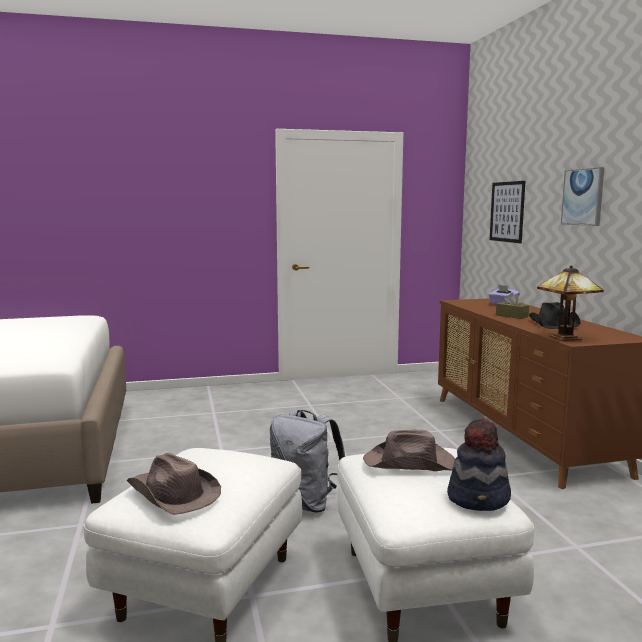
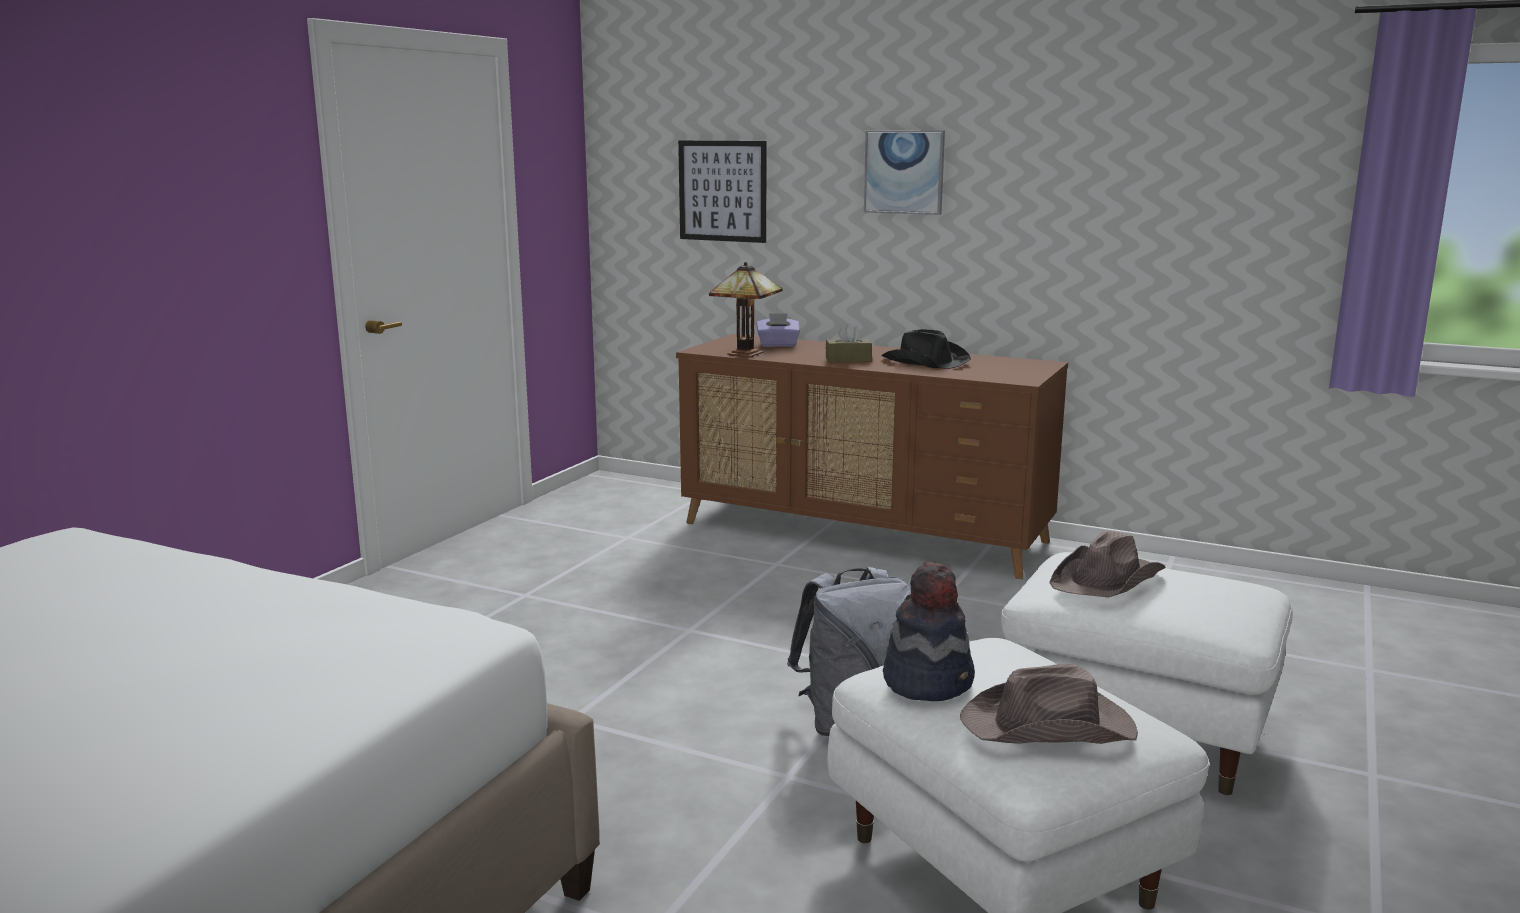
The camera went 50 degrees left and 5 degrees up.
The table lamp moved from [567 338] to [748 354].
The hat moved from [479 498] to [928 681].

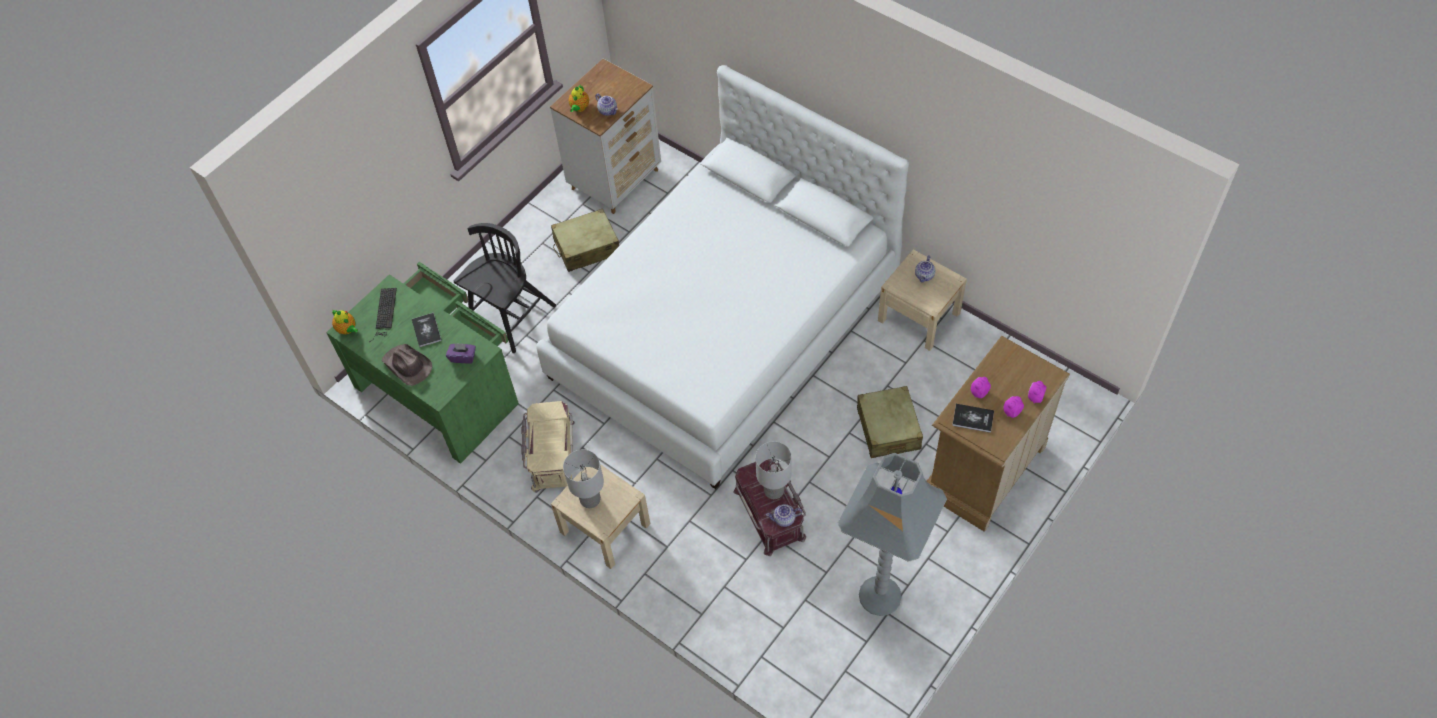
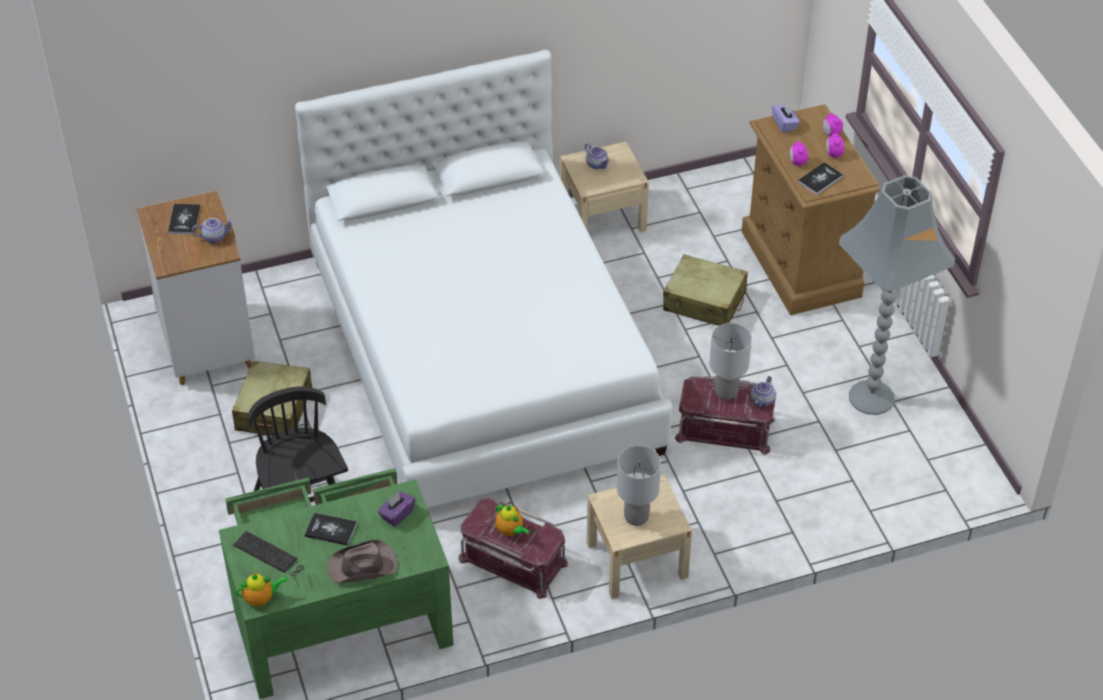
The camera went 60 degrees left and 10 degrees down.
The book at [184 220] appeared.
The beige storage box at [552 455] became the red storage box at [512 562].
The teapot moved from [579 108] to [510 531].
The purple tissue box at [784 124] appeared.

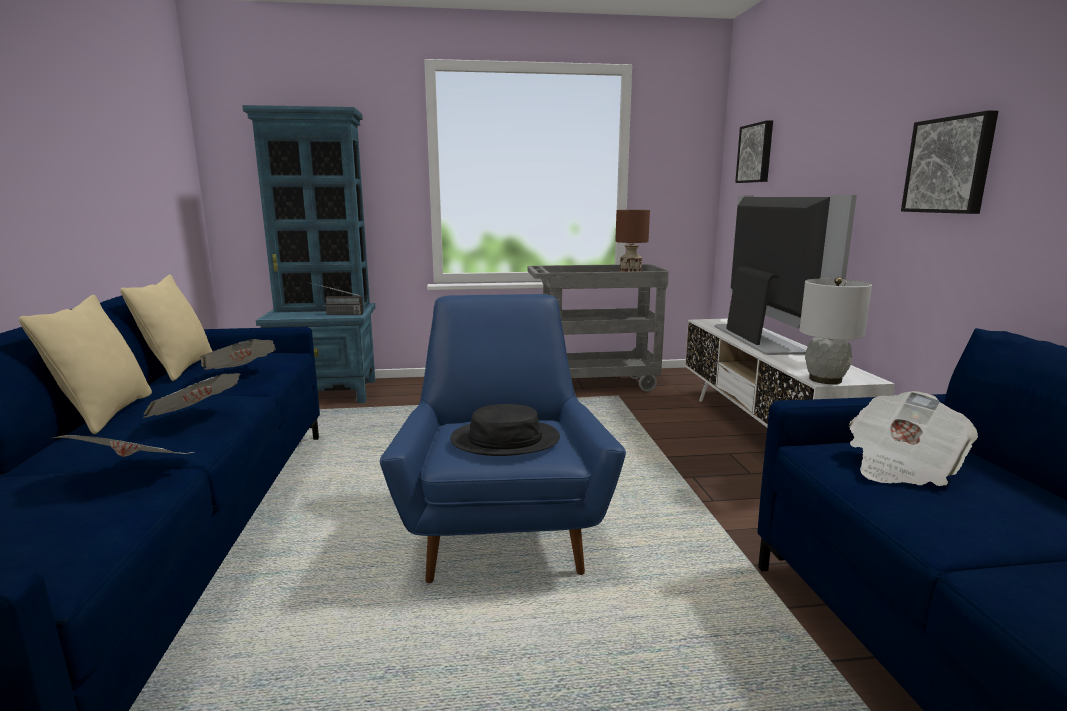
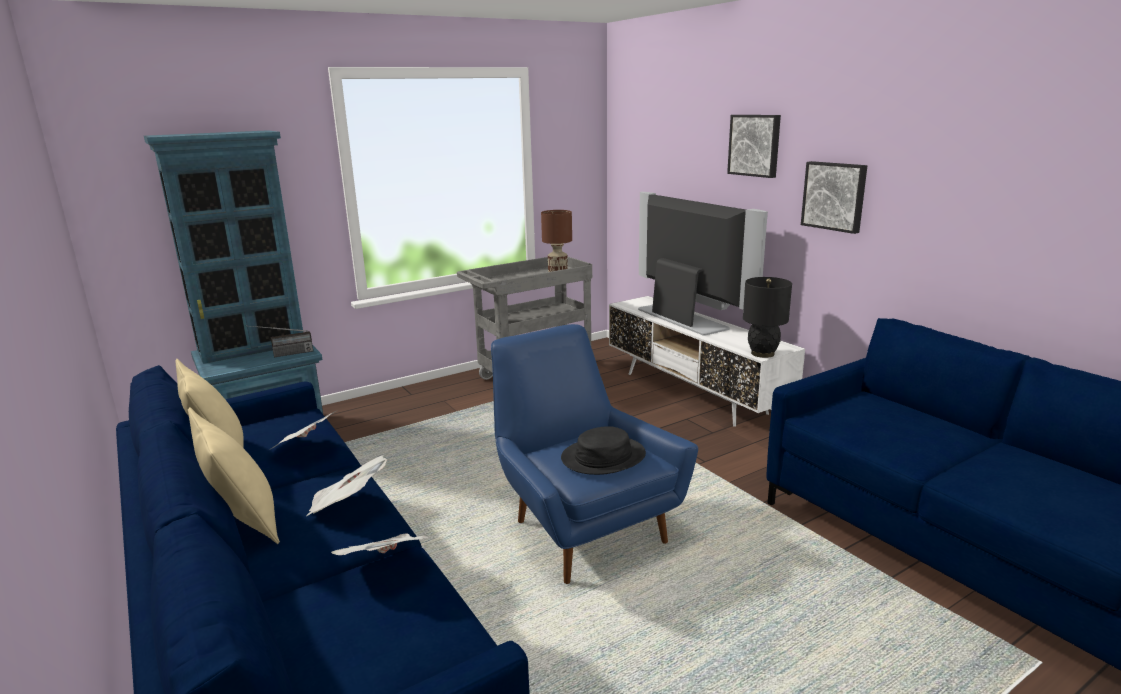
The camera went 25 degrees left and 5 degrees up.
The picture moved from [756 153] to [755 145].
The white table lamp at [825 379] became the black table lamp at [762 353].
The newspaper at [901 466] disappeared.

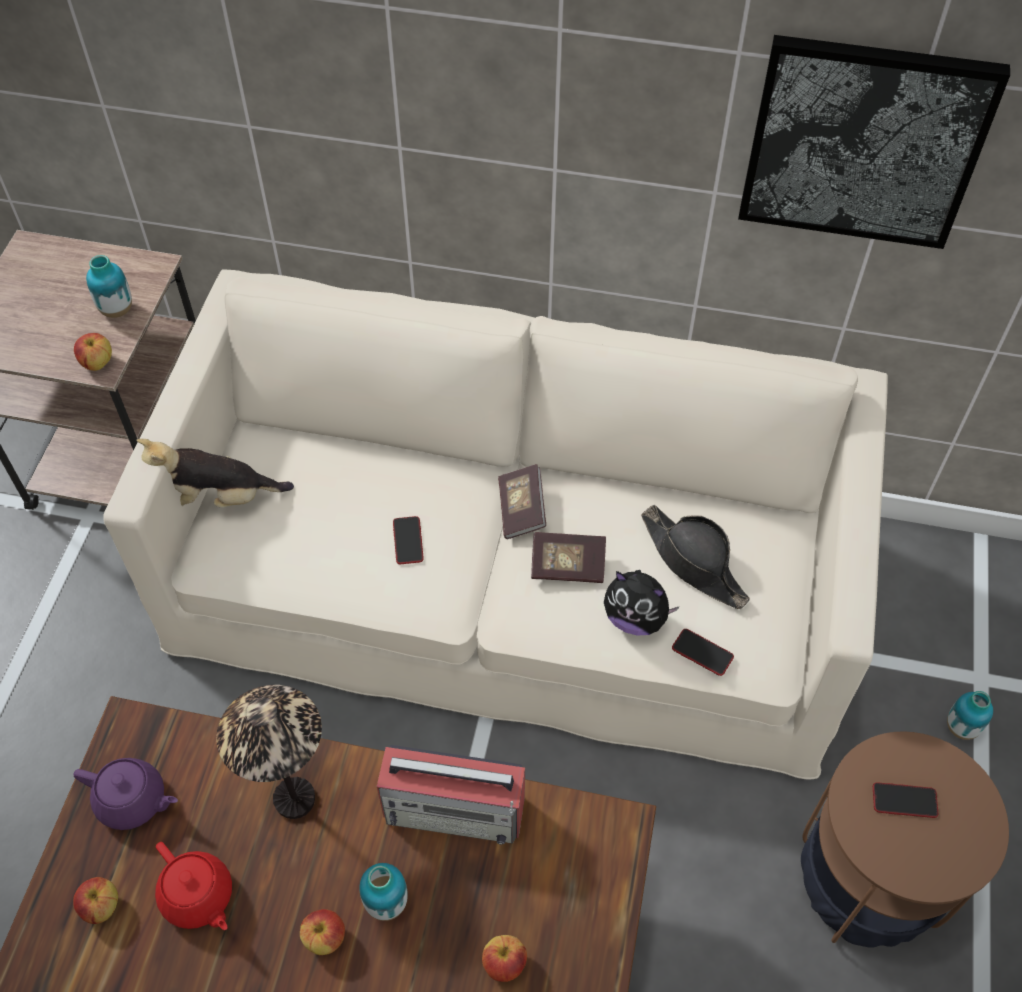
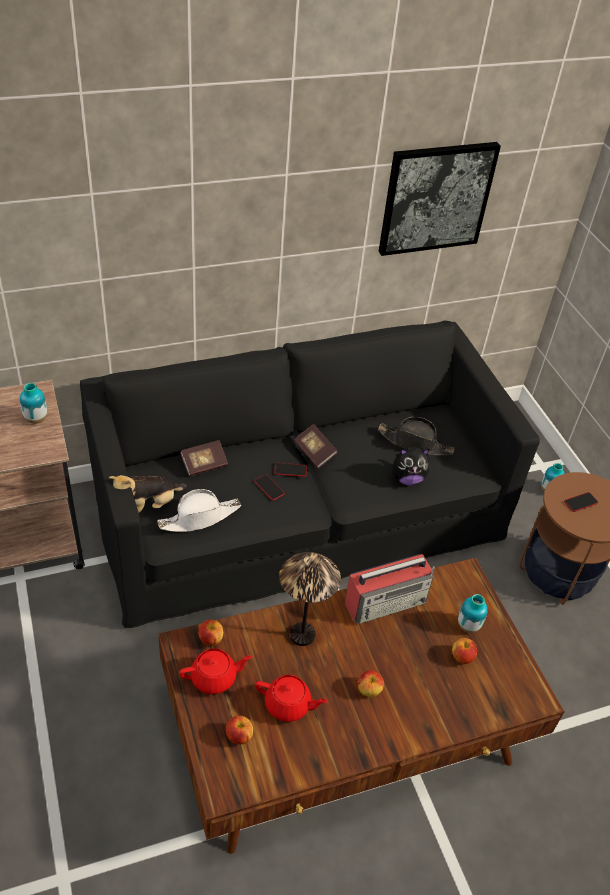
The camera went 35 degrees left and 10 degrees down.
The beige sofa at [510 585] became the black sofa at [297 514].
The white hat at [200 517] appeared.
The purple teapot at [133 801] became the red teapot at [214 678].
The book moved from [567 566] to [204 465].
The apple moved from [97 363] to [210 639].
The phone moved from [702 652] to [290 470].
The vase moved from [386 903] to [468 626].

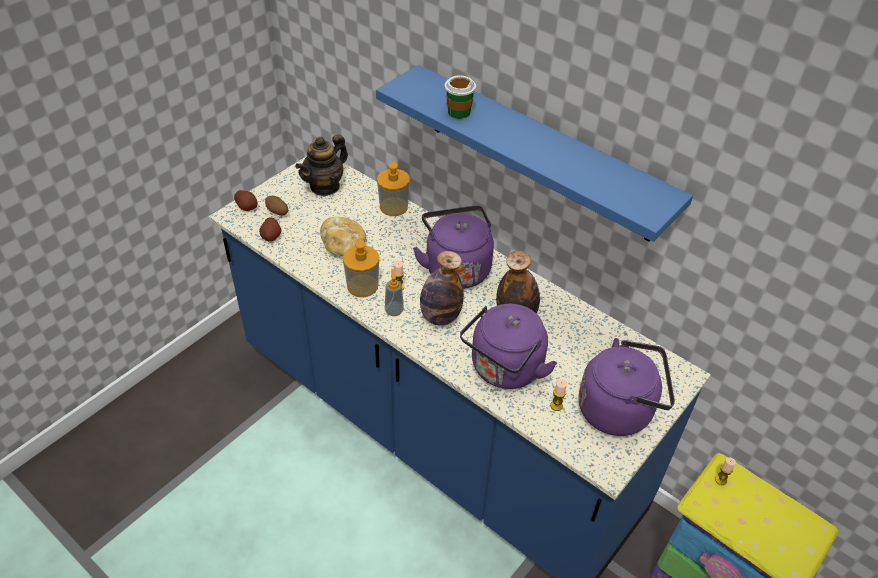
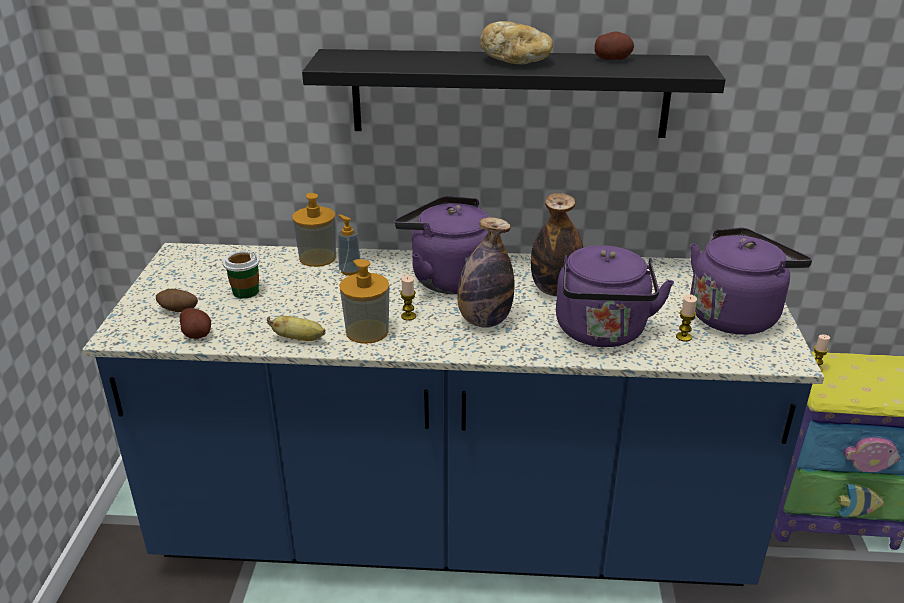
The camera went 35 degrees left and 15 degrees down.
The cup moved from [458 112] to [245 292].
The banana at [299 339] appeared.
The blue shelf at [539 153] became the black shelf at [509 93].
The soap dispenser moved from [394 310] to [350 271].
The bread moved from [343 246] to [516 61].
The potato moved from [247 207] to [612 59].
The teapot at [325 186] disappeared.

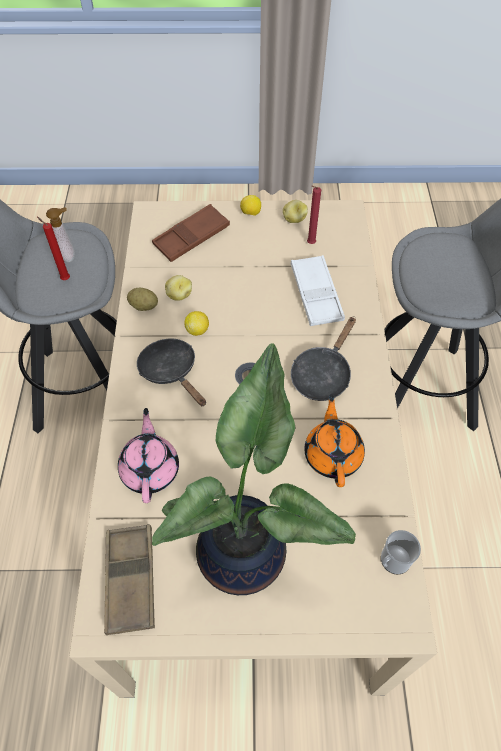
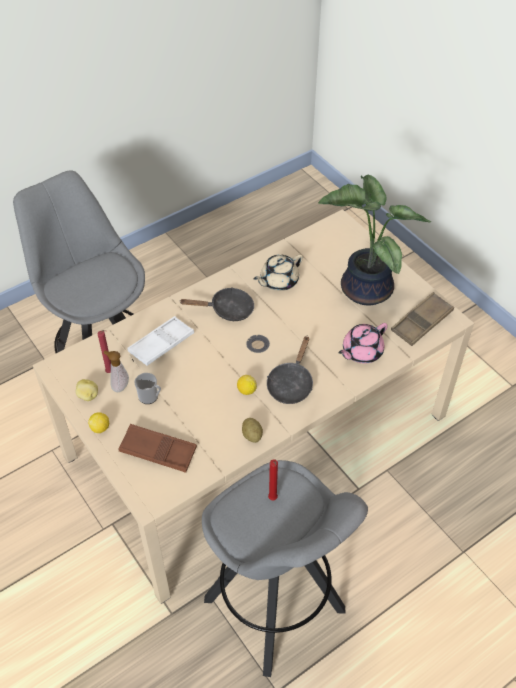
The camera went 125 degrees left and 5 degrees down.
The soap dispenser moved from [69 256] to [119 386].
The mug moved from [392 561] to [150 397].
The orange teapot at [333 454] became the beige teapot at [278 281].
The potato at [179 295] disappeared.

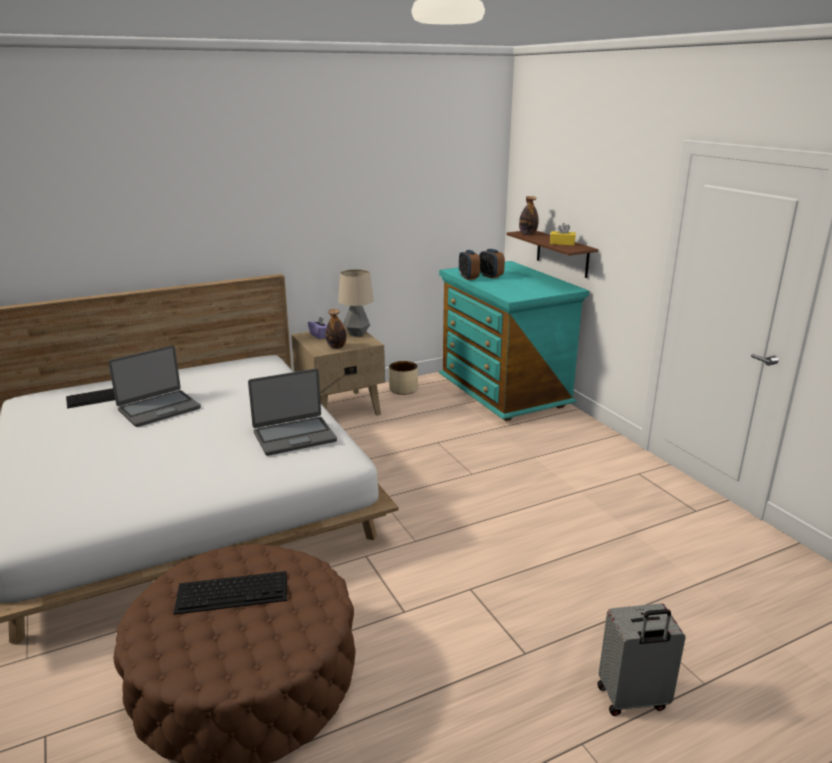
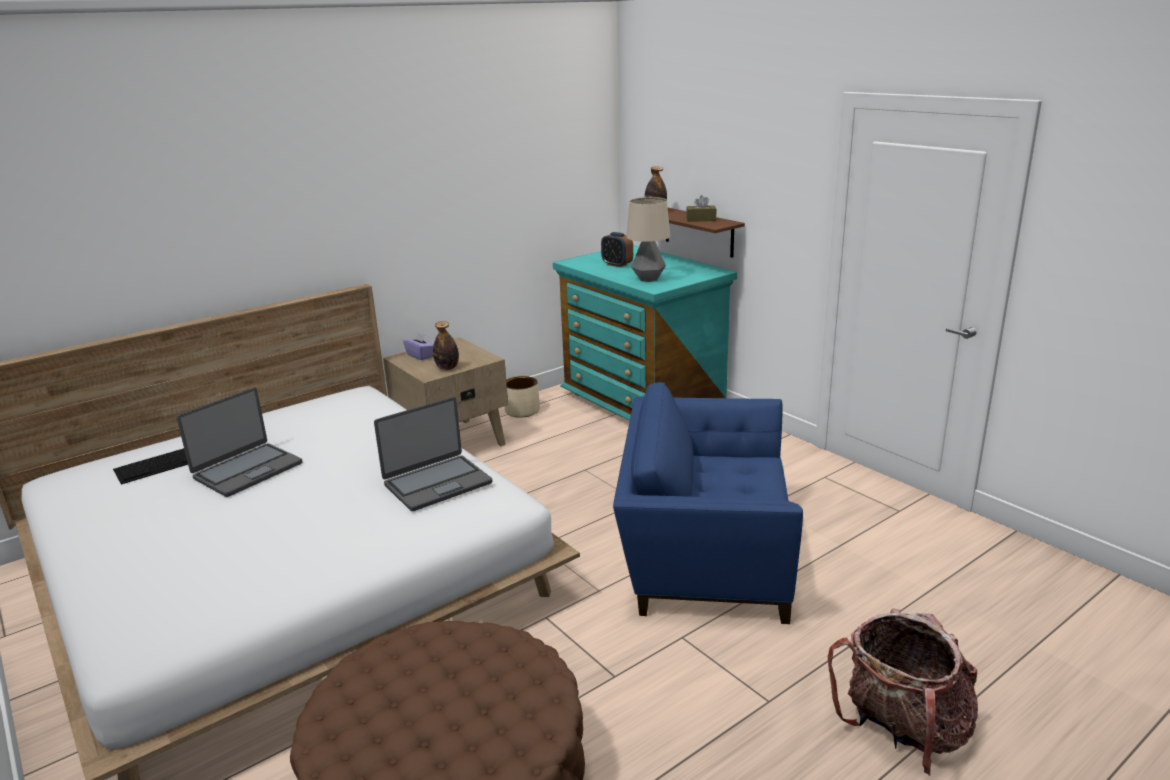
The camera went 10 degrees left and 0 degrees up.
The blue armchair at [704 557] appeared.
The table lamp moved from [357 334] to [648 279].
The yellow tissue box at [562 243] became the brown tissue box at [701 219].
The grey suitcase at [632 699] was replaced by the backpack at [902 732].
The keyboard at [233 591] disappeared.
The alarm clock at [468 277] disappeared.

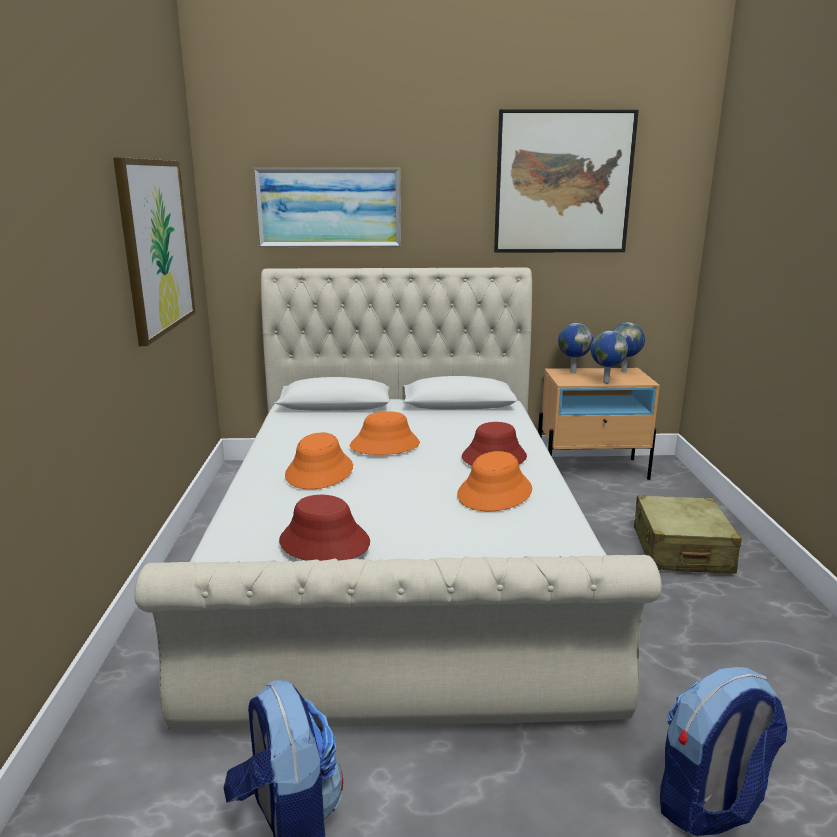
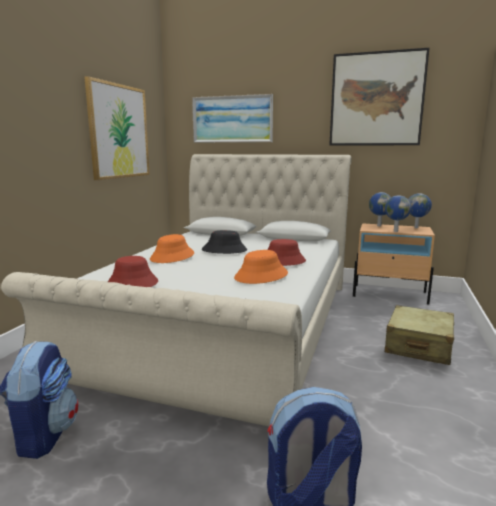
The camera went 20 degrees right and 5 degrees down.
The orange hat at [385 445] became the black hat at [224 250].

